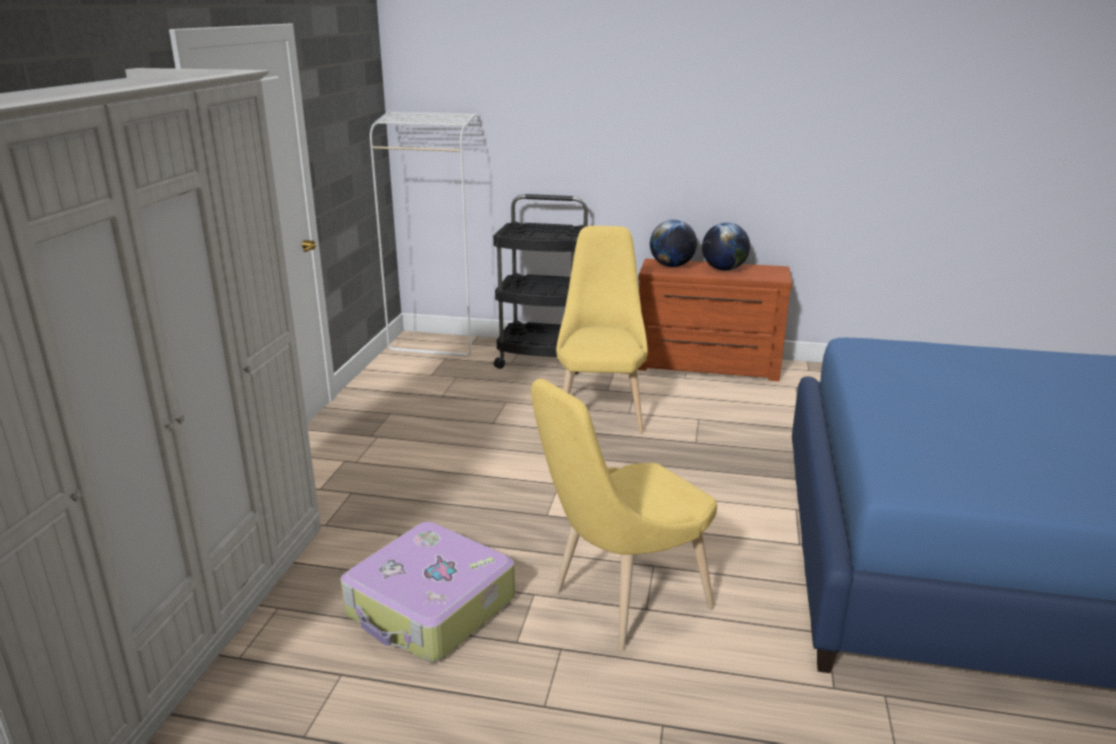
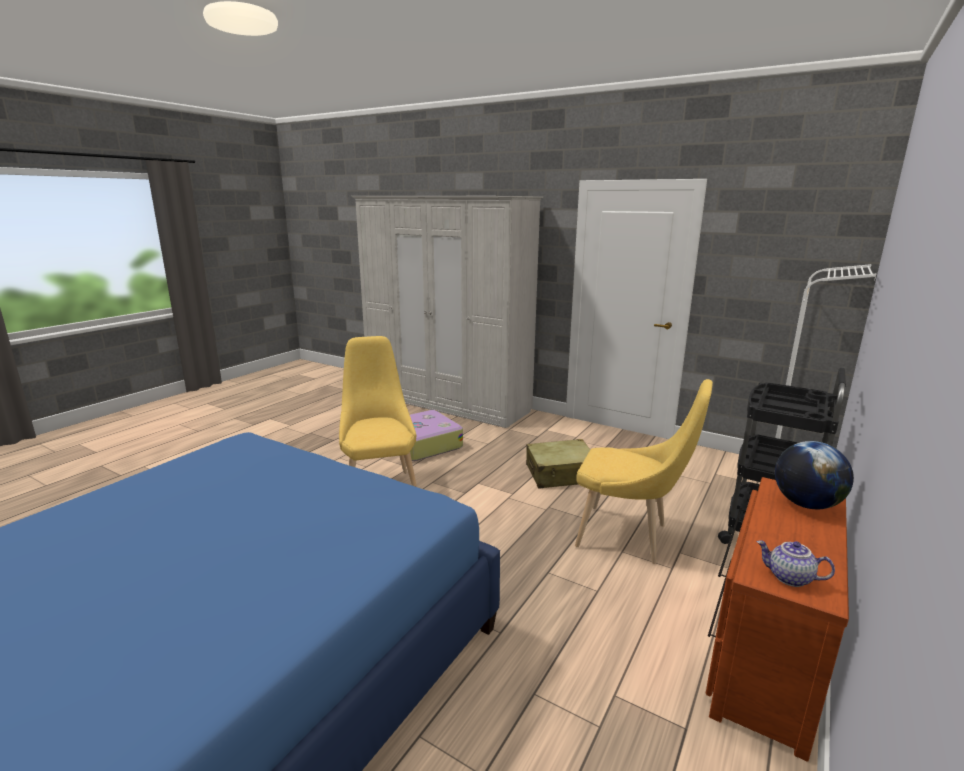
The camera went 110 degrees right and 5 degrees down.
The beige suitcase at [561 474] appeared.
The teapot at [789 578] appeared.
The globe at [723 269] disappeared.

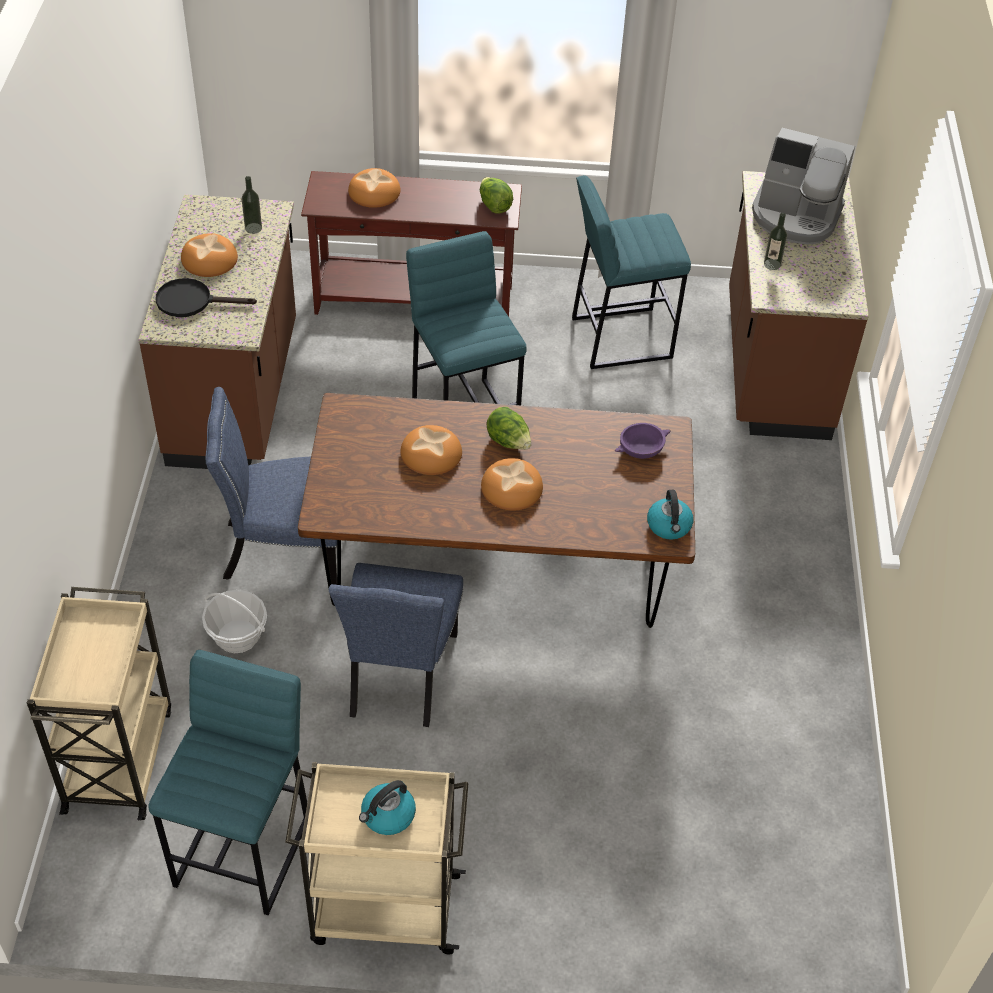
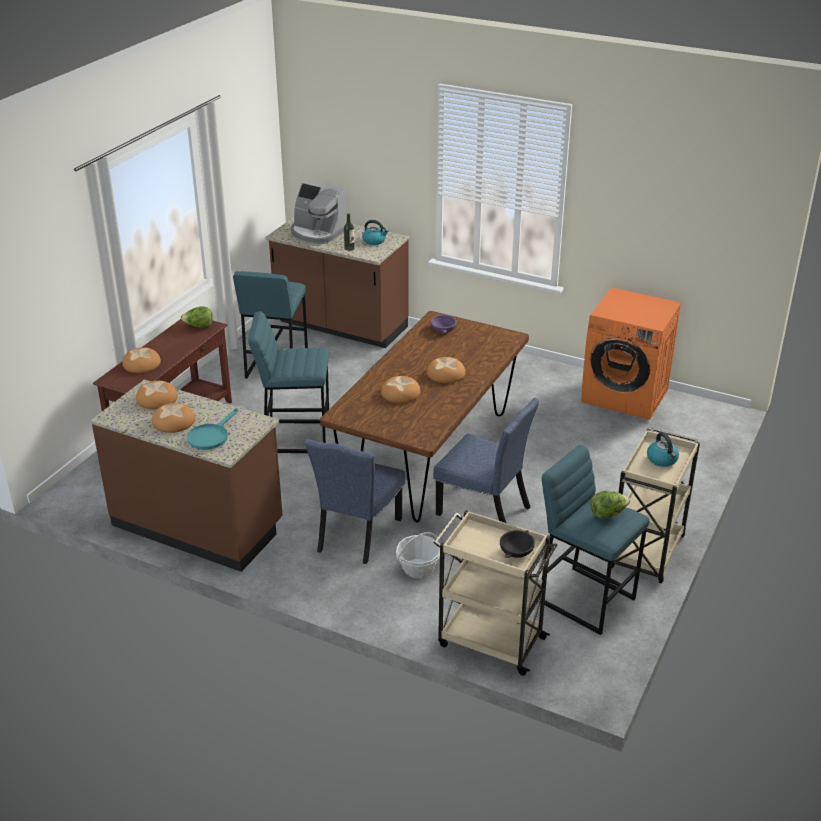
The camera went 65 degrees left and 15 degrees down.
The bottle at [253 228] was replaced by the bread at [157 399].
The black frying pan at [192 301] became the turquoise frying pan at [211 436].
The coffee machine at [795 217] turned 75 degrees clockwise.
The kettle moved from [669 526] to [374 241].
The black bowl at [516 551] appeared.
The orange washing machine at [624 398] appeared.
The lettuce moved from [509 442] to [608 514].

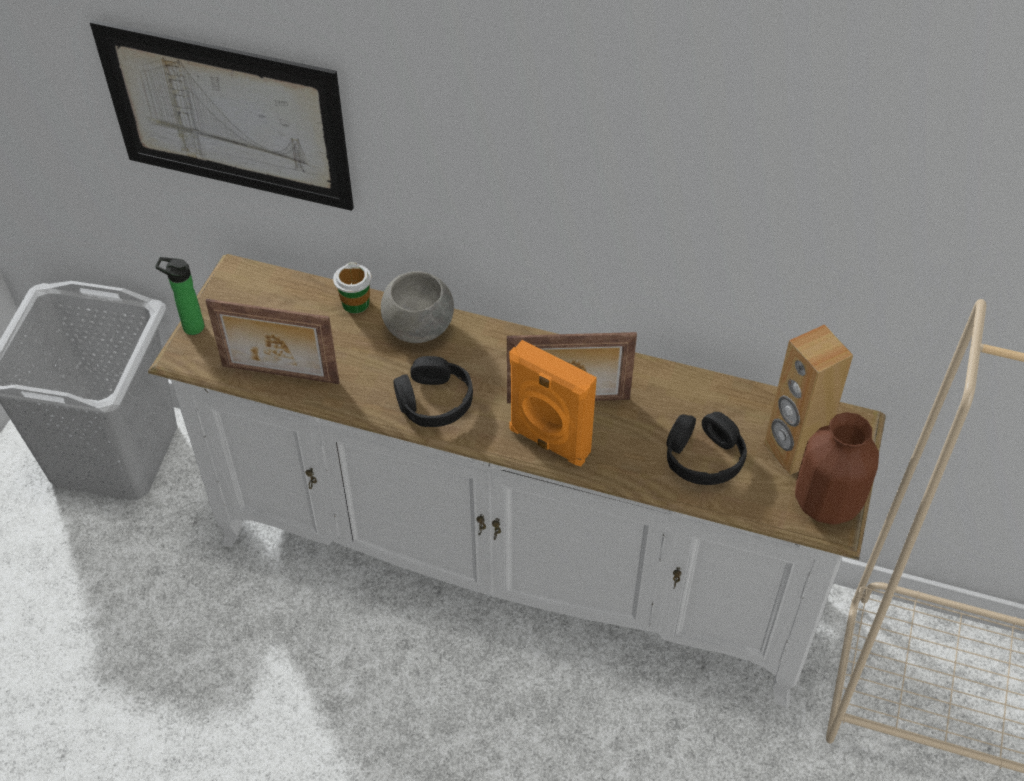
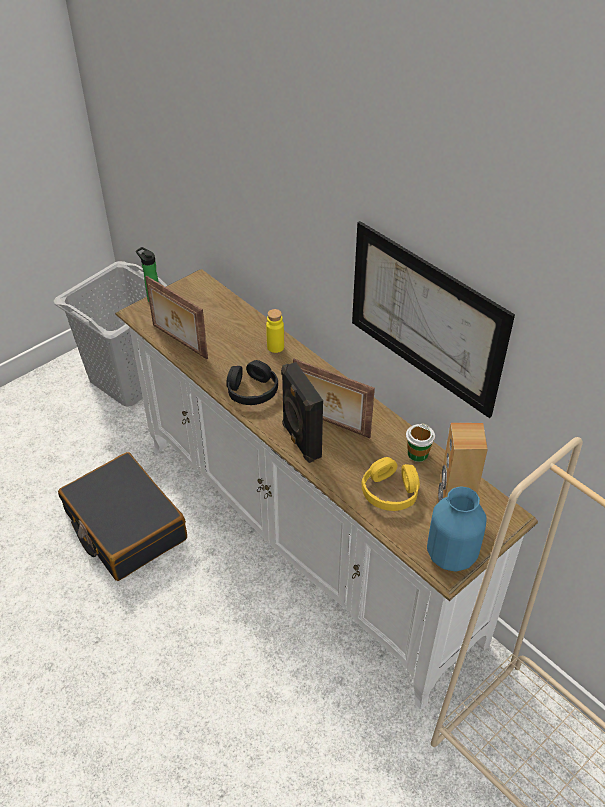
The camera went 30 degrees right and 5 degrees down.
The black suitcase at [125 526] appeared.
The grey bowl at [419 327] was replaced by the yellow bottle at [275 347].
The orange speaker at [548 442] became the black speaker at [300 441].
The picture moved from [227 116] to [425 318].
The black headphones at [703 457] became the yellow headphones at [390 491].
The cup moved from [355 303] to [417 454].
The brown vase at [827 504] became the blue vase at [451 556].

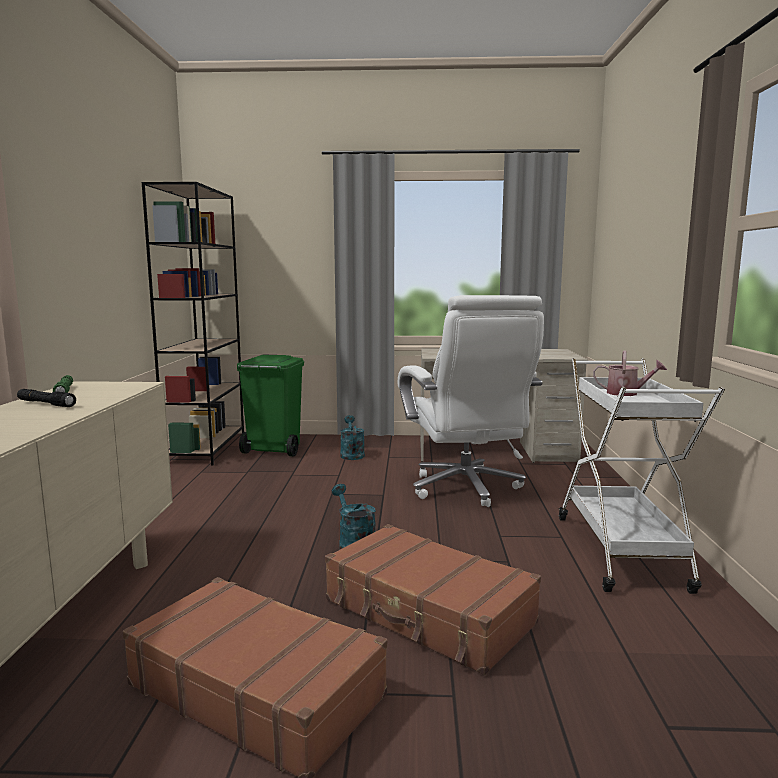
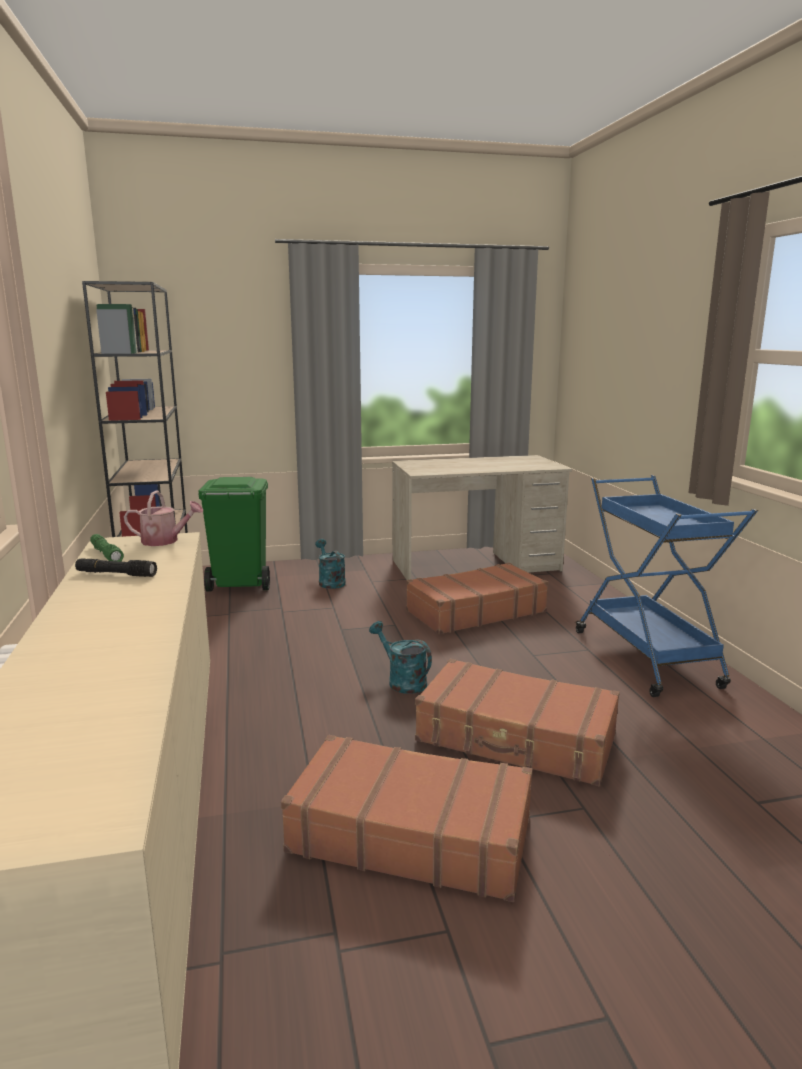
The camera went 15 degrees left and 5 degrees up.
The watering can moved from [626 393] to [165 541].
The white office chair at [467 490] was replaced by the brown suitcase at [475 611].
The white cart at [620 553] became the blue cart at [646 659].

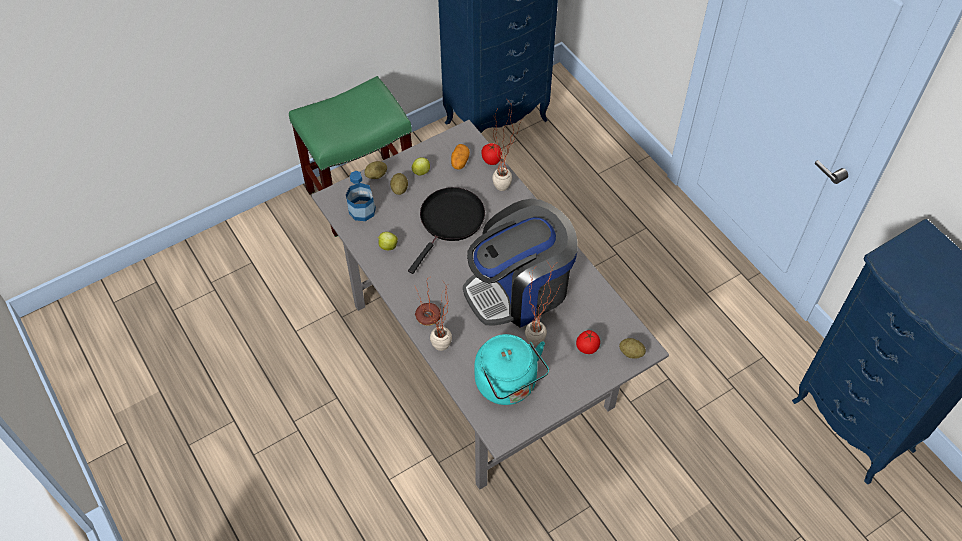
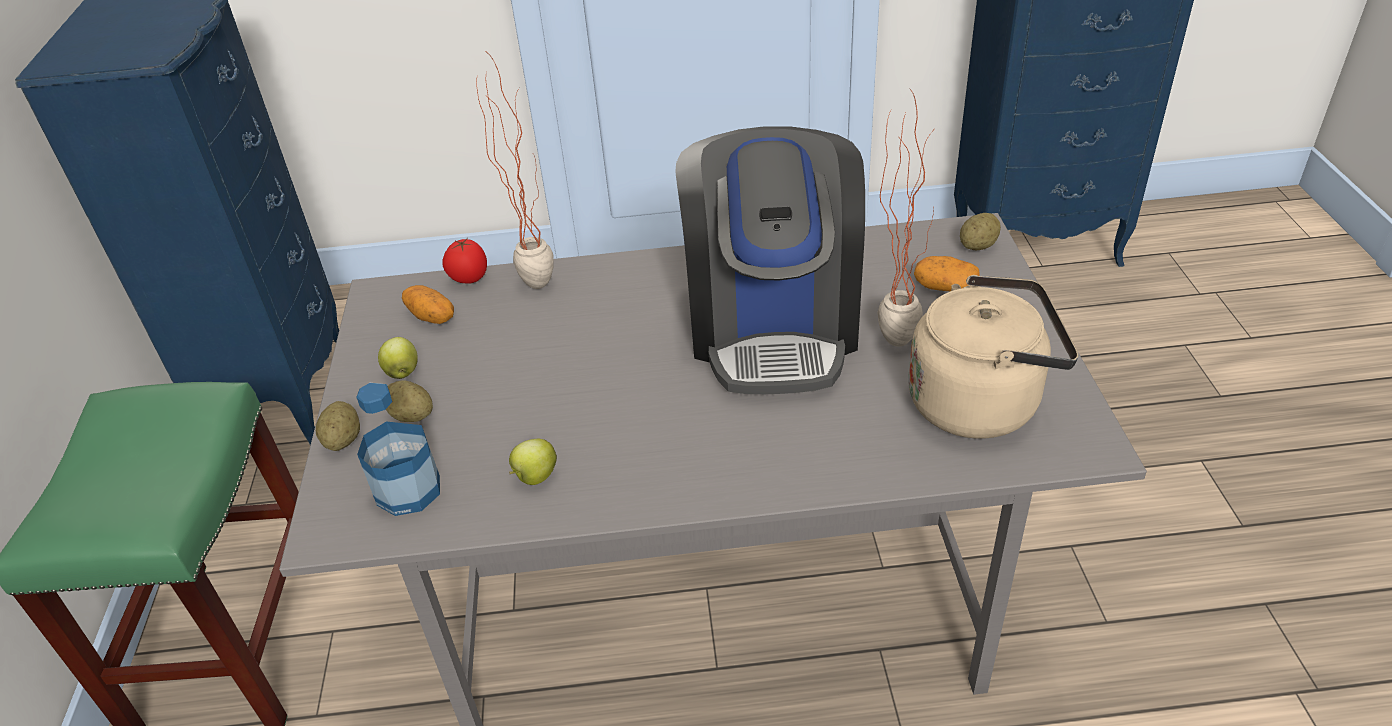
The camera went 60 degrees left and 15 degrees down.
The turquoise kettle at [508 385] became the beige kettle at [981 402].
The tomato at [587 348] was replaced by the potato at [945 287].
The black frying pan at [450 221] disappeared.
The potted plant at [434 348] disappeared.
The donut at [428 316] disappeared.

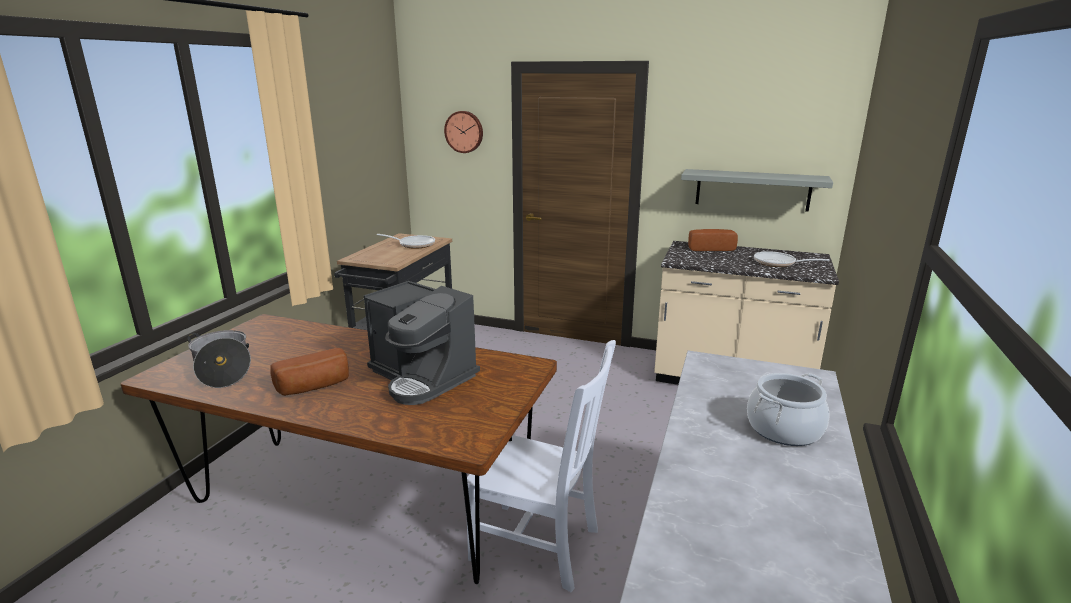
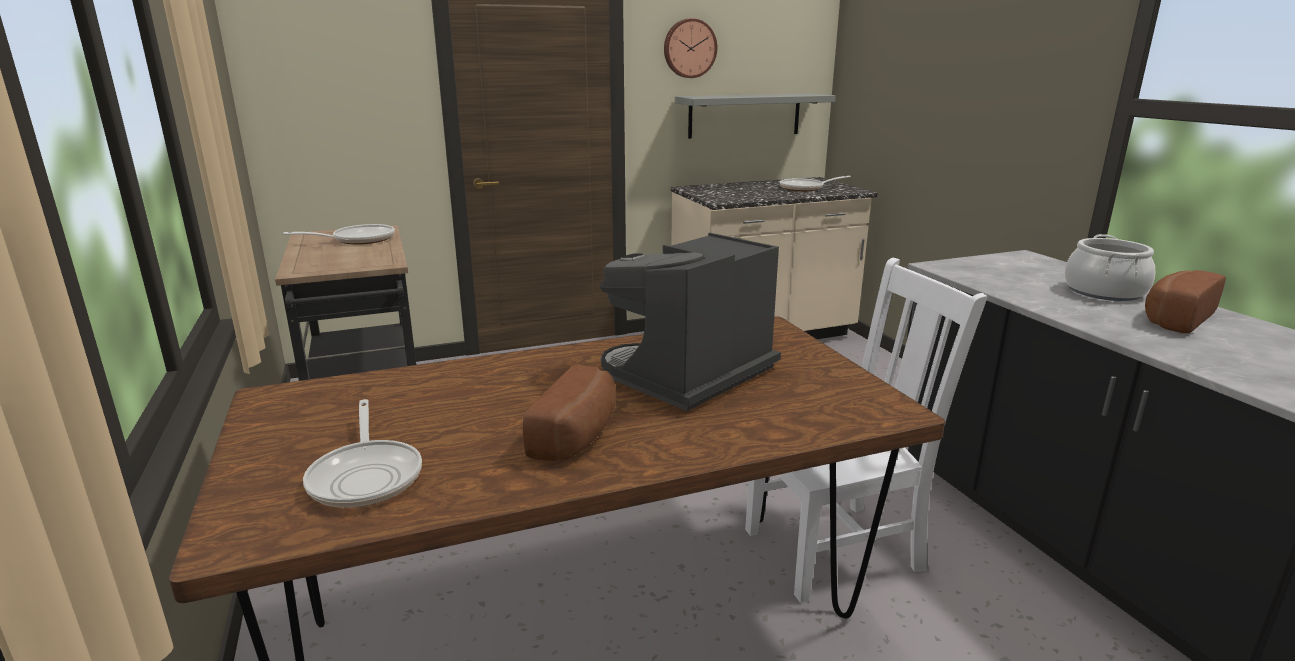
The camera went 40 degrees left and 0 degrees up.
The cooking pot at [223 370] was replaced by the frying pan at [367 476].
The coffee machine at [422 377] turned 135 degrees clockwise.
The wall clock moved from [464 131] to [689 48].
The bread moved from [709 248] to [1174 318].

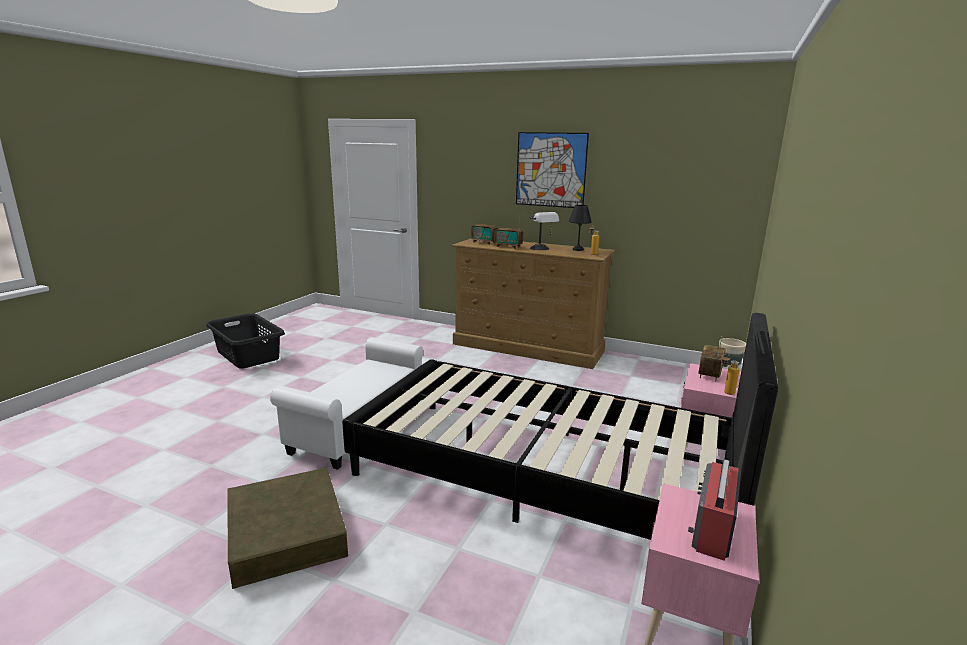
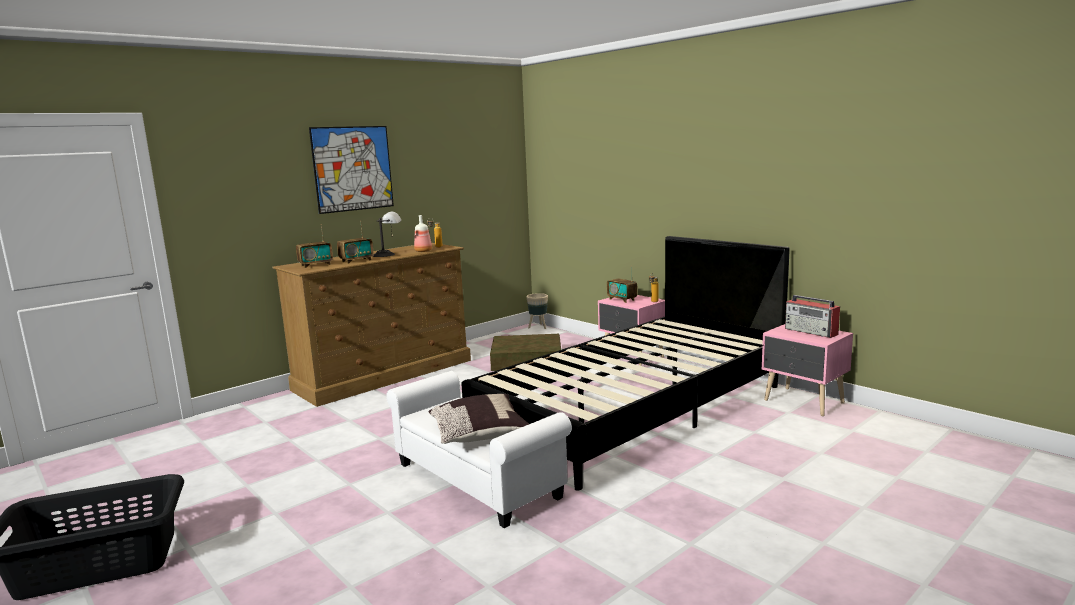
The camera went 65 degrees left and 5 degrees down.
The bottle at [423 251] appeared.
The pillow at [478 433] appeared.
The brown storage box moved from [286 533] to [526 359].
The black table lamp at [577 249] disappeared.

